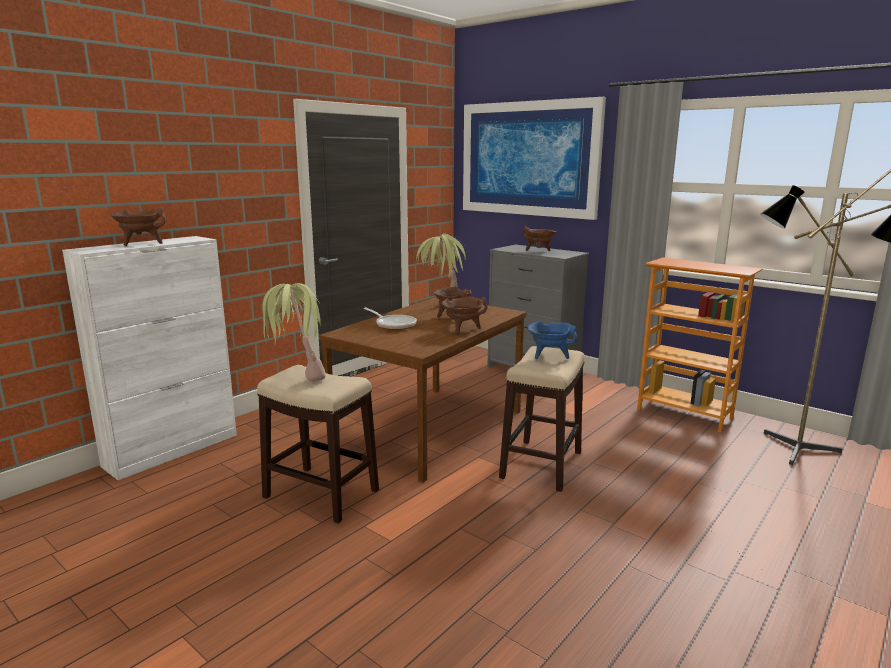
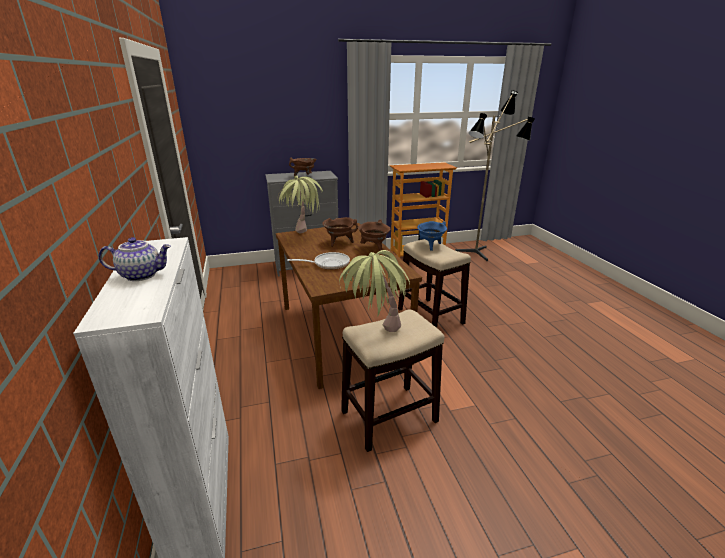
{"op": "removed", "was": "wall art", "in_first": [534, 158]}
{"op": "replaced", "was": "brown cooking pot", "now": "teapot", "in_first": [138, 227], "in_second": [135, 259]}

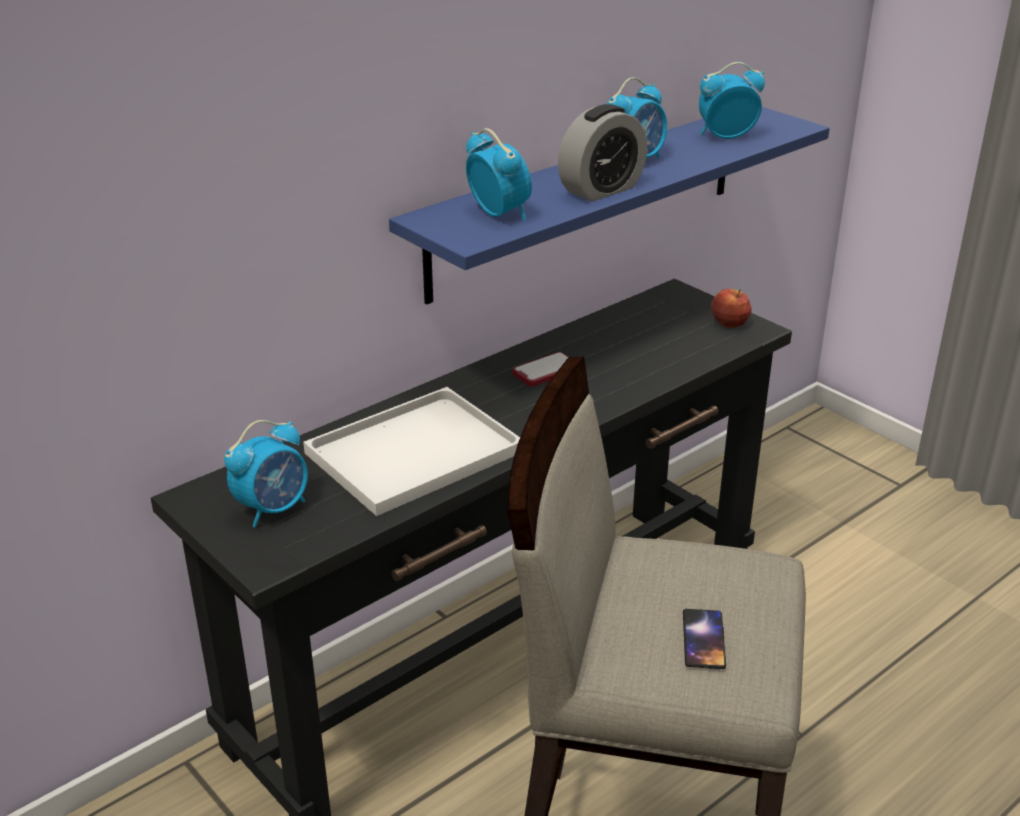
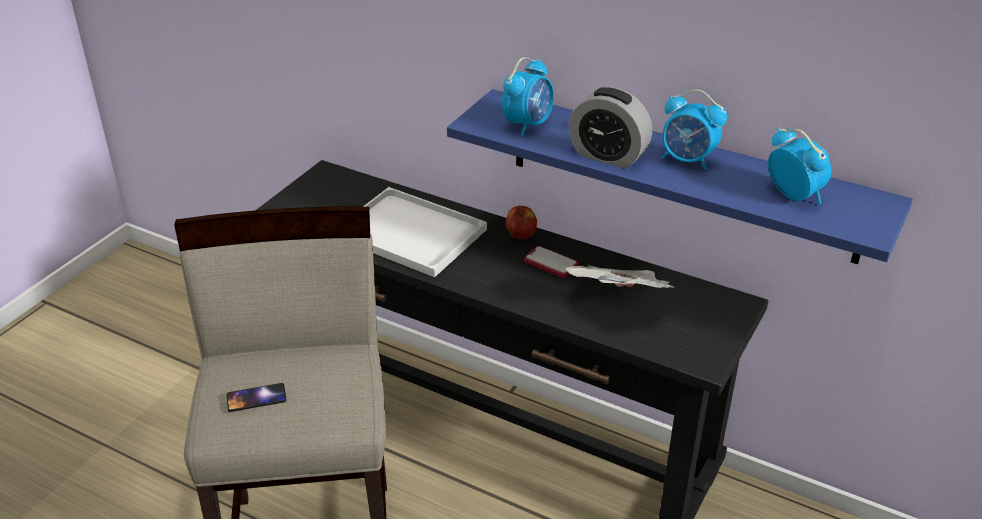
{"op": "removed", "was": "alarm clock", "in_first": [266, 474]}
{"op": "added", "now": "daily paper", "in_second": [620, 276]}
{"op": "moved", "was": "apple fruit", "in_first": [731, 308], "in_second": [521, 222]}

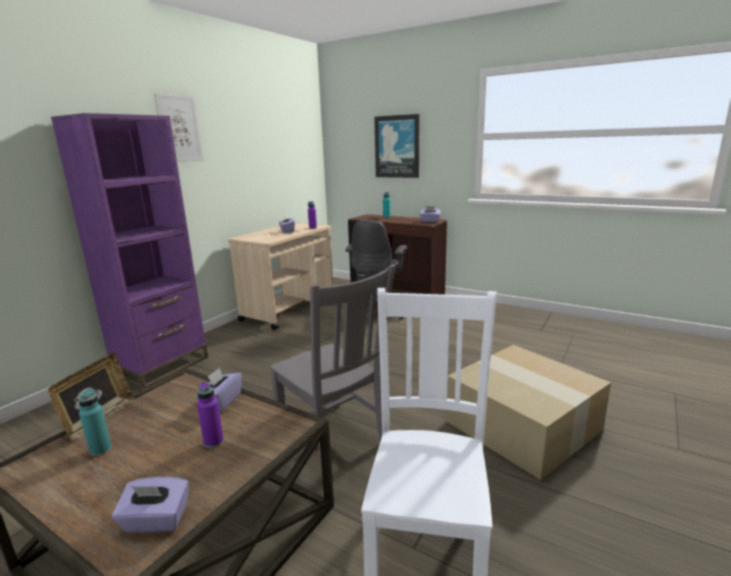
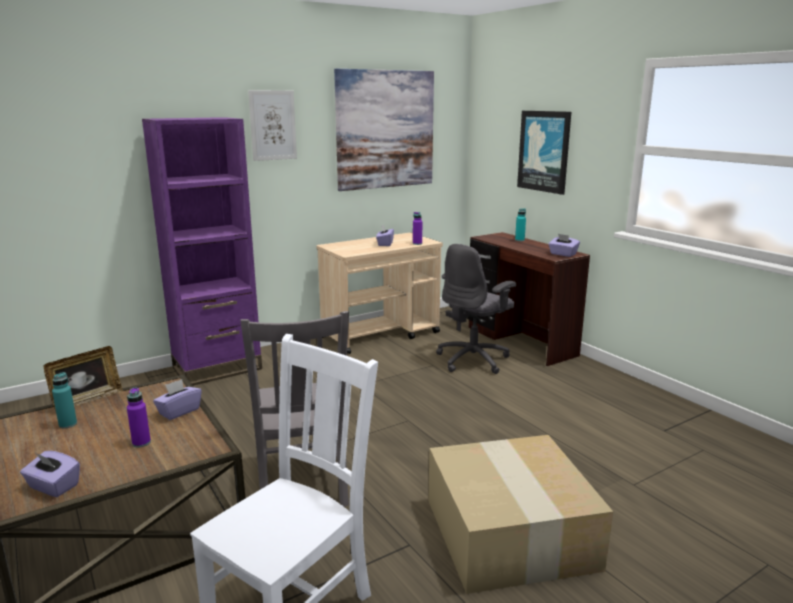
{"op": "added", "now": "wall art", "in_second": [384, 130]}

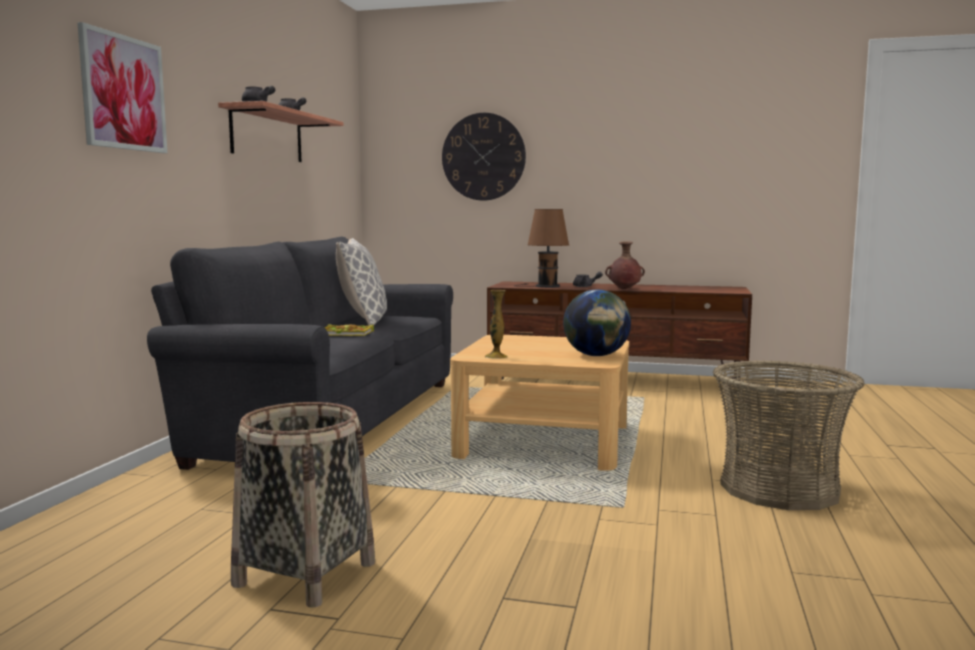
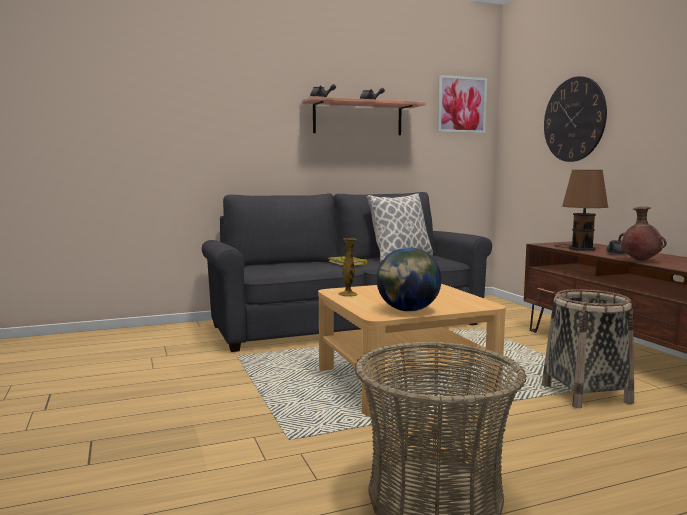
{"op": "moved", "was": "wall art", "in_first": [122, 87], "in_second": [462, 104]}
{"op": "moved", "was": "basket", "in_first": [303, 504], "in_second": [588, 348]}

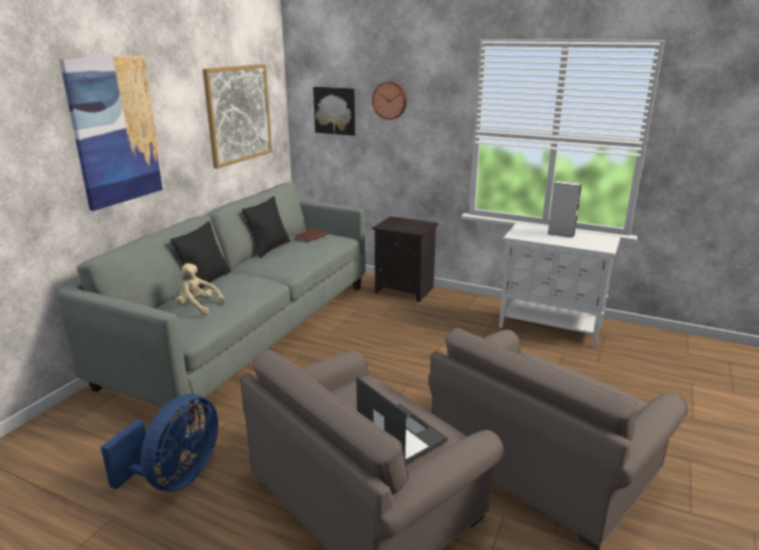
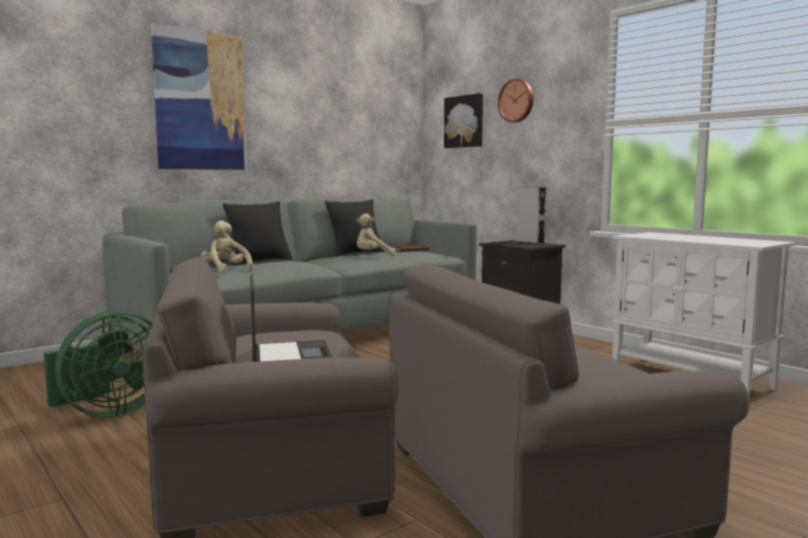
{"op": "removed", "was": "wall art", "in_first": [237, 116]}
{"op": "added", "now": "sand-coloured plush toy", "in_second": [375, 234]}
{"op": "moved", "was": "gray audio speaker", "in_first": [564, 209], "in_second": [532, 215]}
{"op": "recoloured", "was": "blue fan", "now": "greenish fan", "in_first": [159, 442], "in_second": [98, 364]}

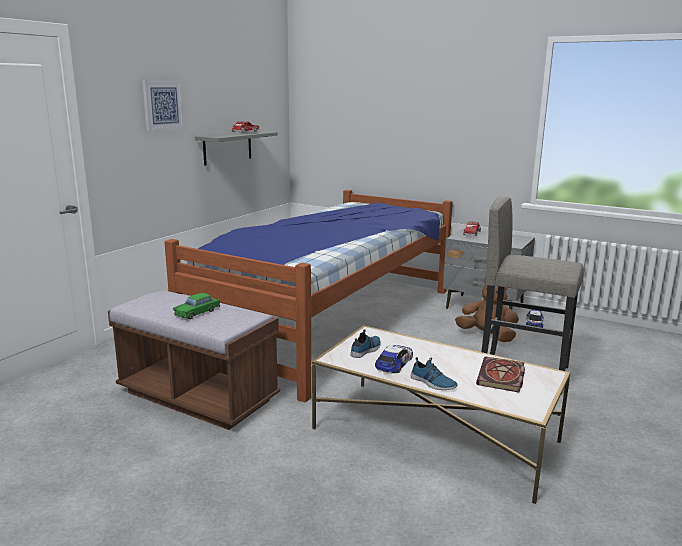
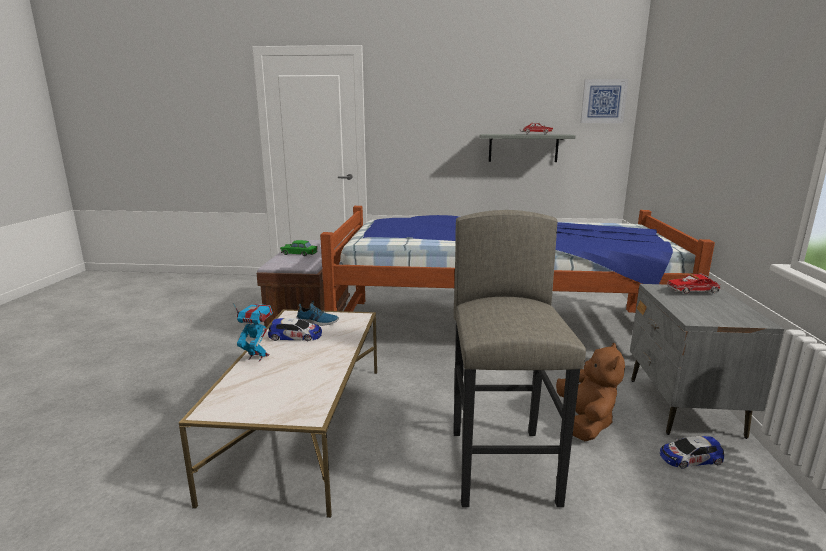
{"op": "removed", "was": "bound book", "in_first": [500, 374]}
{"op": "moved", "was": "wall art", "in_first": [163, 105], "in_second": [604, 101]}
{"op": "replaced", "was": "low shoe", "now": "toy robot", "in_first": [434, 373], "in_second": [253, 332]}

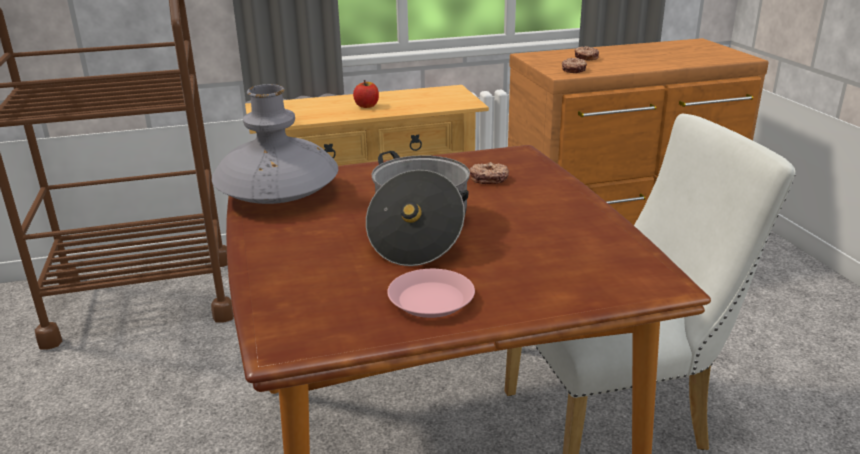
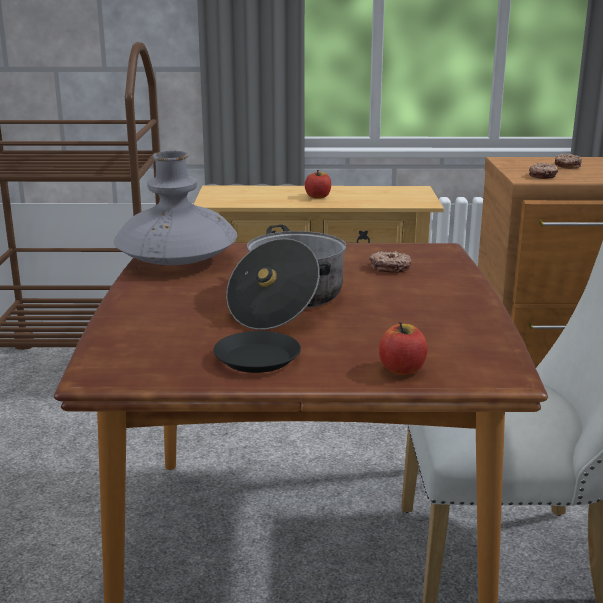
{"op": "added", "now": "apple fruit", "in_second": [403, 348]}
{"op": "recoloured", "was": "pinkish flat dish", "now": "black-coloured flat dish", "in_first": [431, 293], "in_second": [257, 352]}

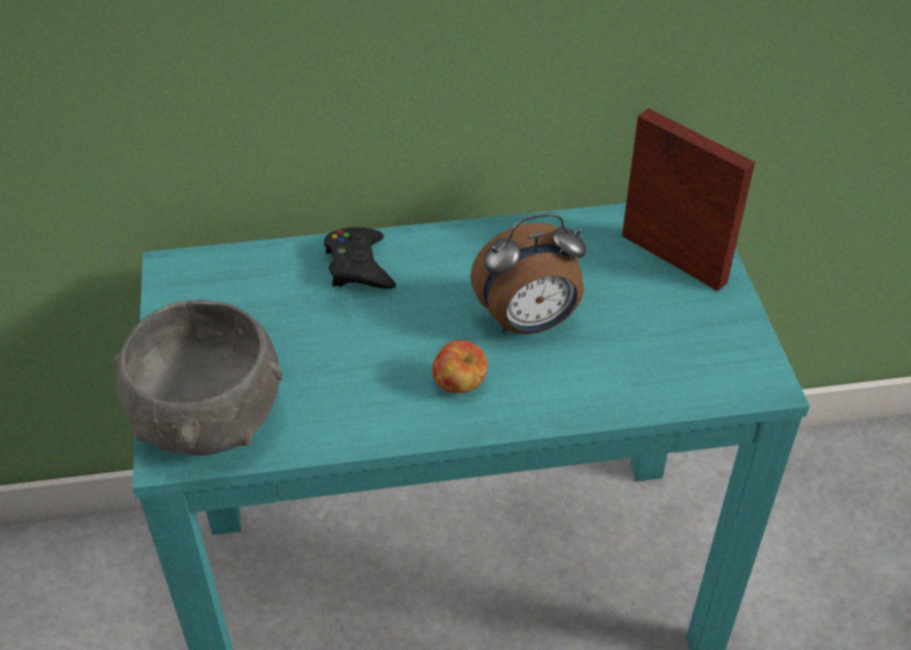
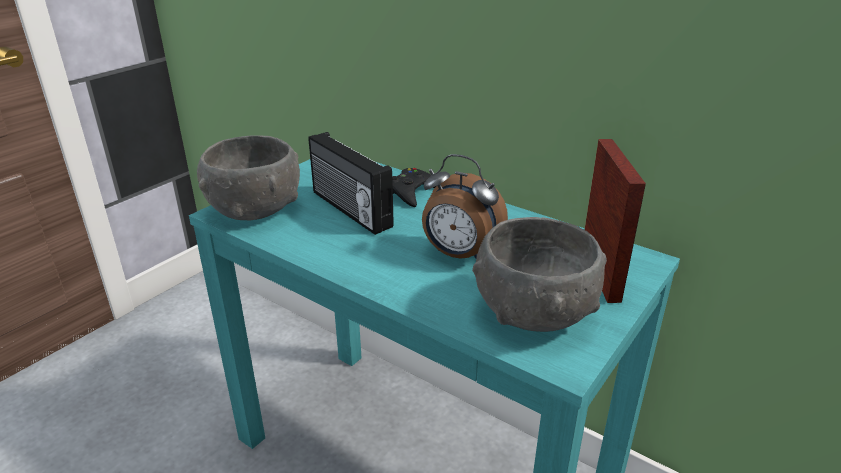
{"op": "removed", "was": "apple fruit", "in_first": [460, 366]}
{"op": "added", "now": "radio", "in_second": [351, 183]}
{"op": "added", "now": "gray bowl", "in_second": [539, 274]}

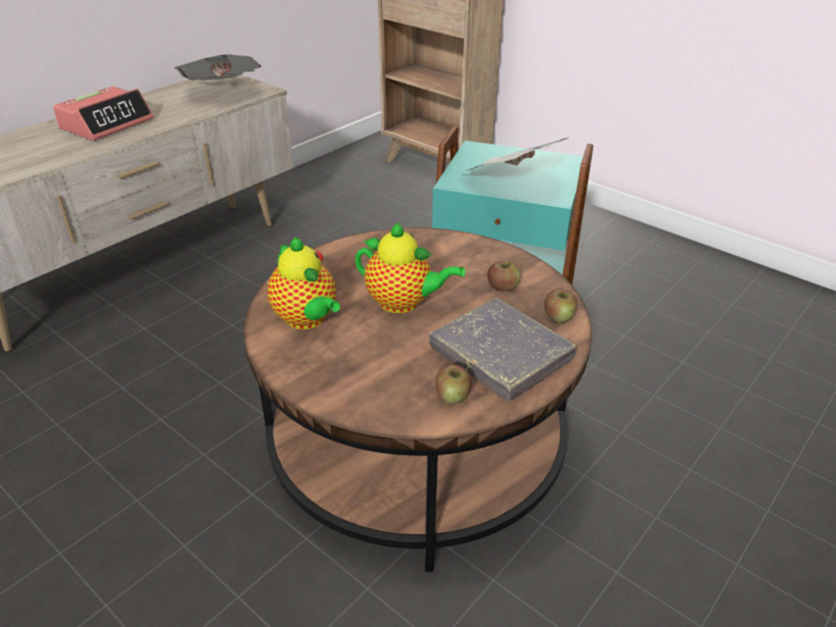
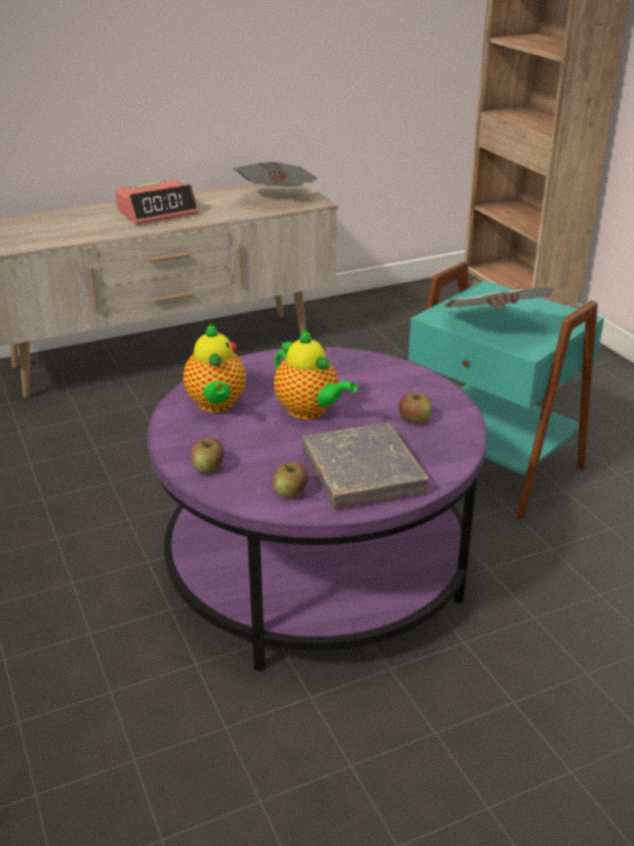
{"op": "moved", "was": "apple fruit", "in_first": [561, 306], "in_second": [207, 455]}
{"op": "recoloured", "was": "brown lounge table", "now": "purplish lounge table", "in_first": [417, 400], "in_second": [317, 508]}

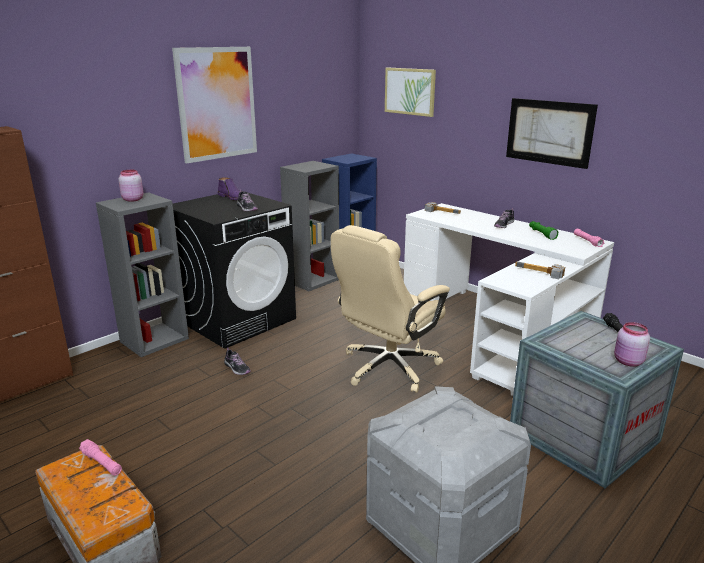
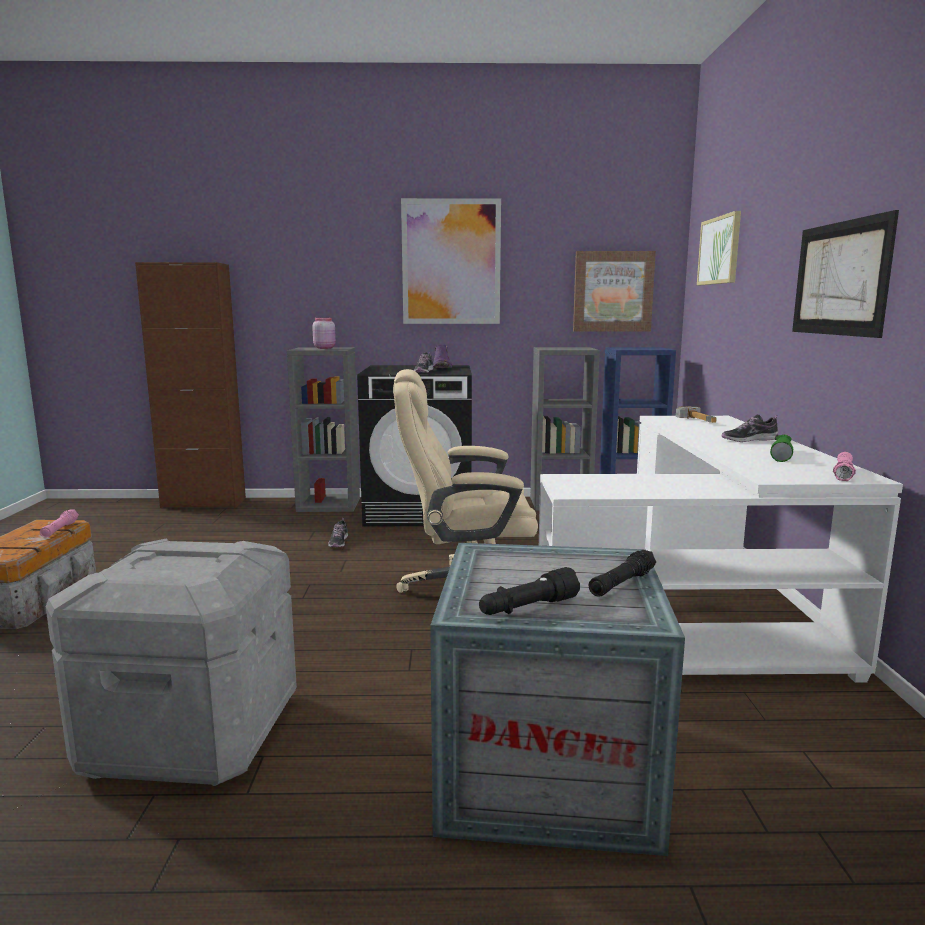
{"op": "removed", "was": "hand hammer", "in_first": [540, 270]}
{"op": "added", "now": "wall art", "in_second": [614, 291]}
{"op": "replaced", "was": "pinkish preserve jar", "now": "black-coloured hand torch", "in_first": [632, 344], "in_second": [529, 591]}

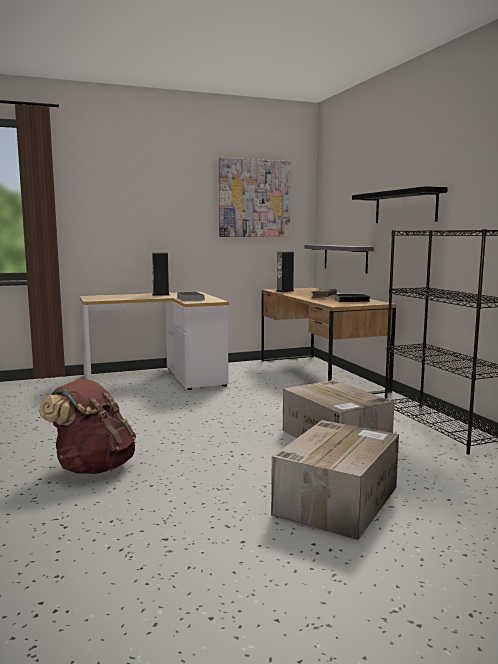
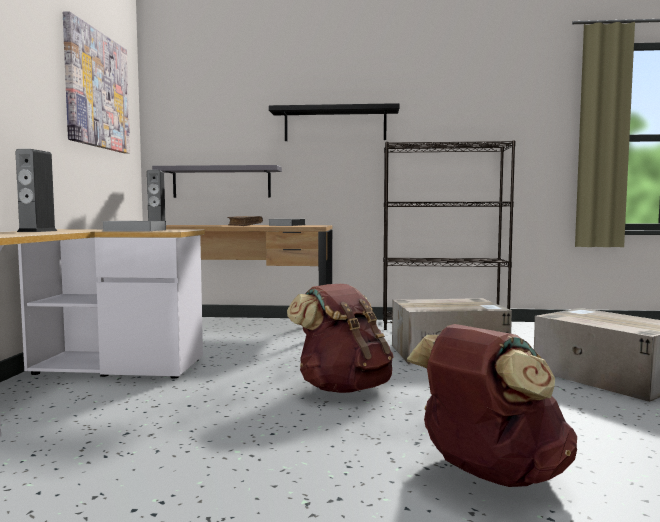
{"op": "added", "now": "brown rucksack", "in_second": [340, 338]}

